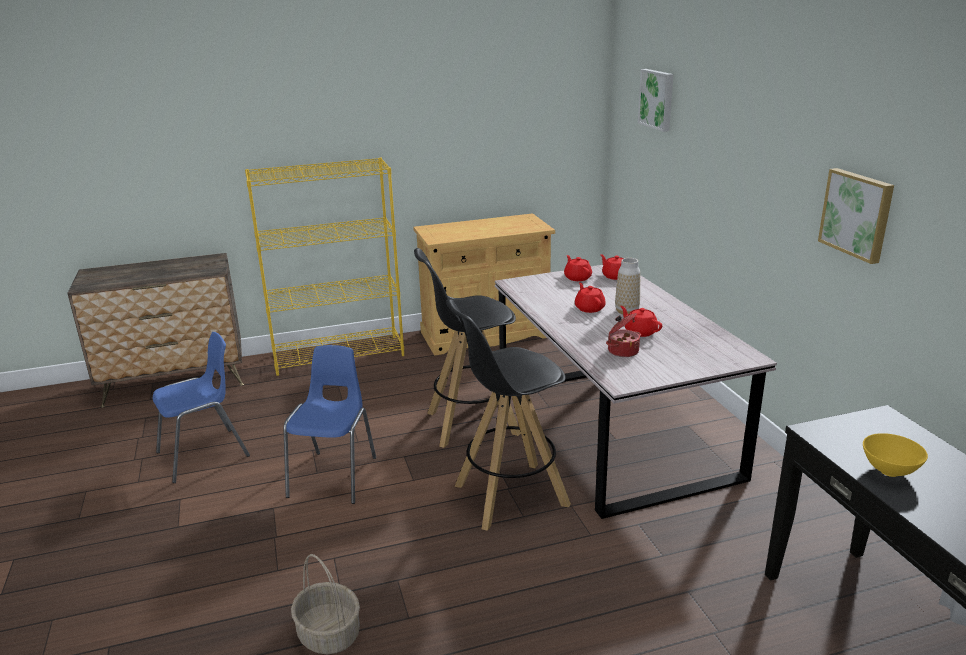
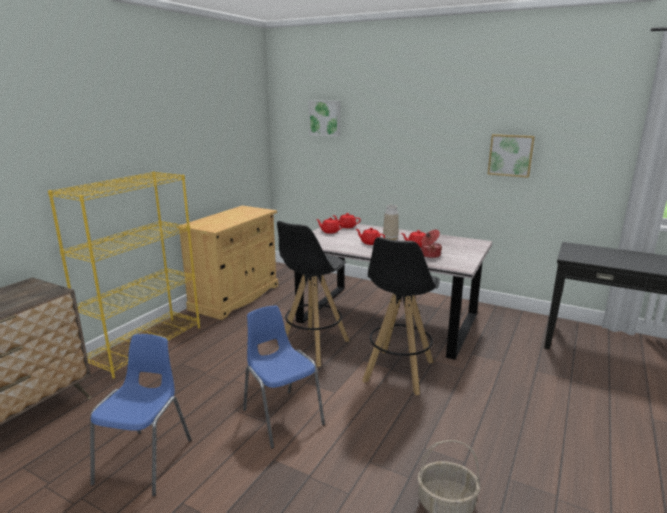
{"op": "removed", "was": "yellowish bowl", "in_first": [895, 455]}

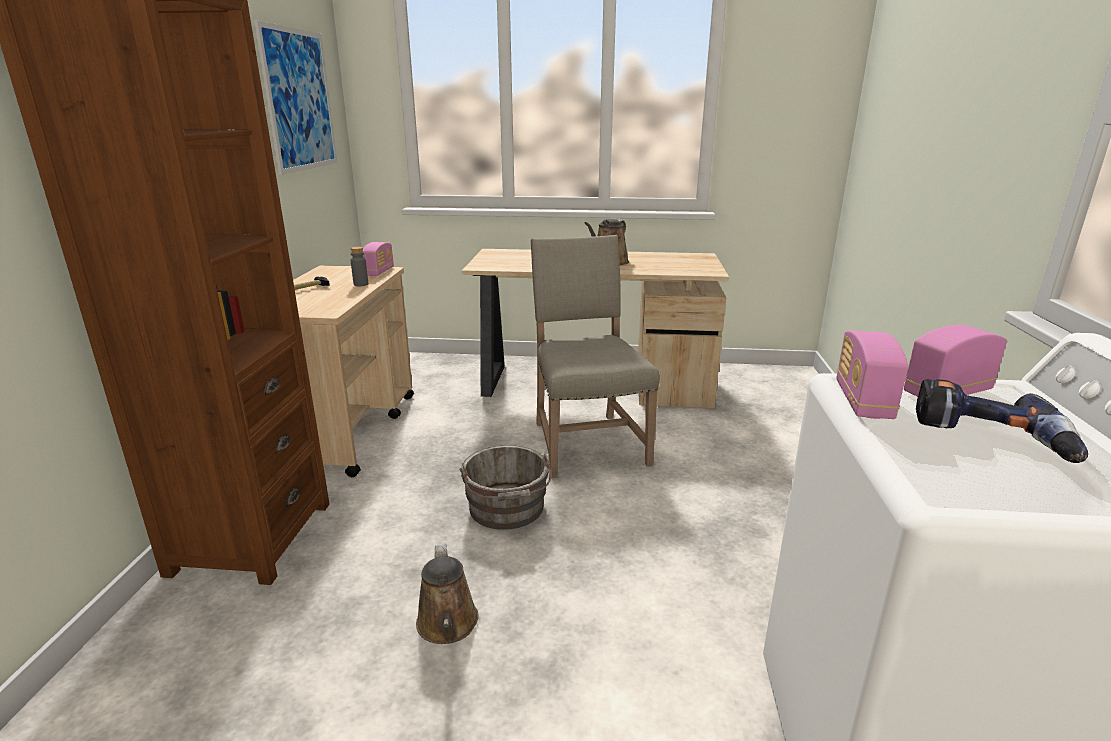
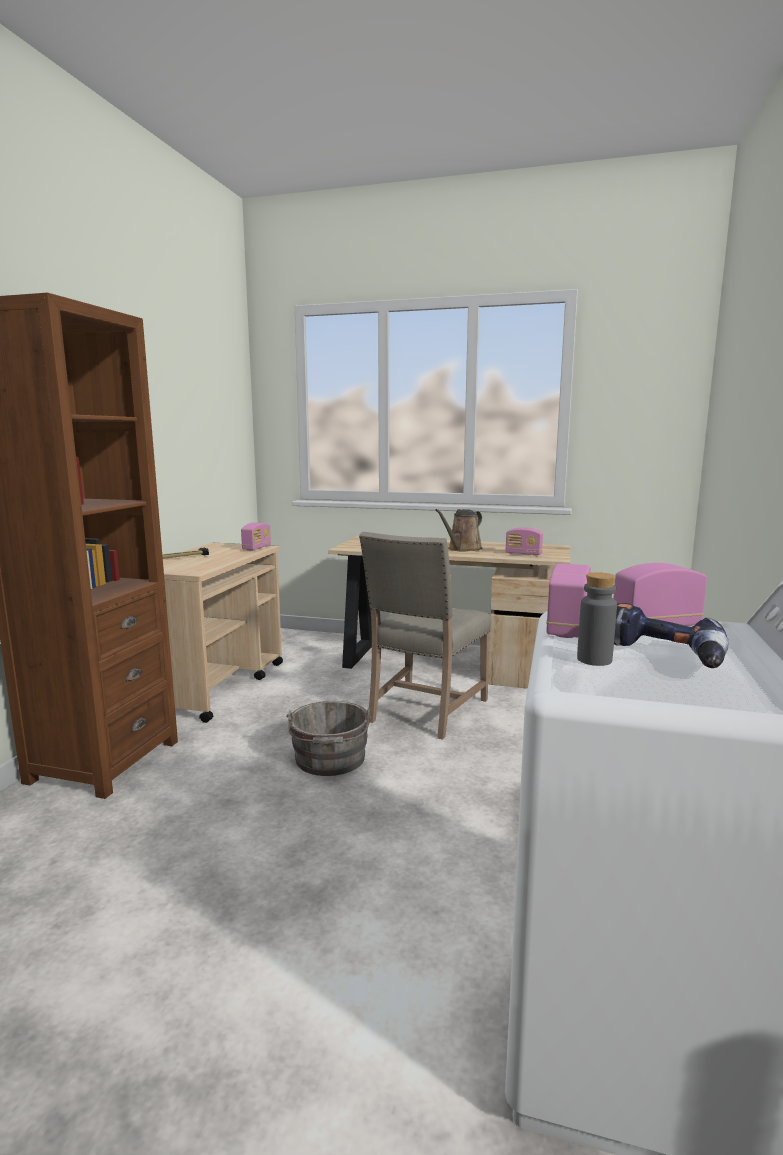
{"op": "removed", "was": "wall art", "in_first": [296, 97]}
{"op": "removed", "was": "brown sprinkling can", "in_first": [447, 594]}
{"op": "added", "now": "radio", "in_second": [524, 541]}
{"op": "moved", "was": "gray drink bottle", "in_first": [359, 266], "in_second": [597, 619]}
{"op": "turned", "was": "sand-coloured chair", "in_first": [595, 356], "in_second": [425, 636], "clockwise": -150}

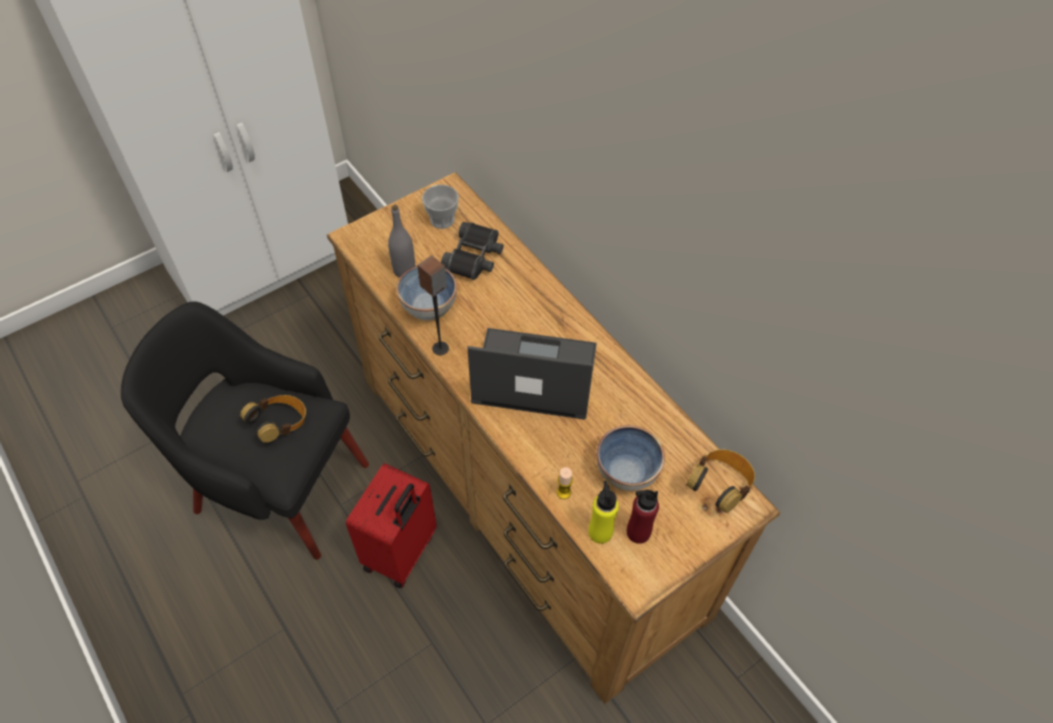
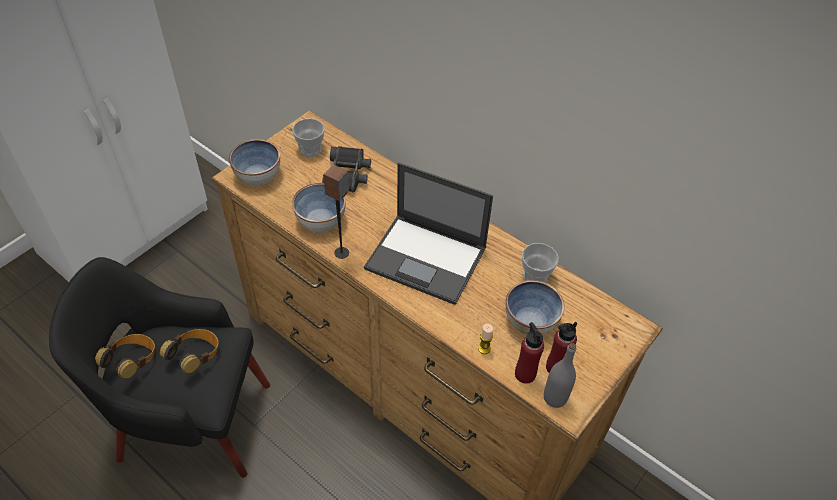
{"op": "removed", "was": "reddish piece of luggage", "in_first": [391, 525]}
{"op": "added", "now": "bowl", "in_second": [254, 162]}
{"op": "added", "now": "small cup", "in_second": [540, 263]}
{"op": "moved", "was": "gray drink bottle", "in_first": [401, 241], "in_second": [560, 375]}
{"op": "moved", "was": "headphones", "in_first": [720, 481], "in_second": [125, 356]}
{"op": "recoloured", "was": "yellowish drink bottle", "now": "reddish drink bottle", "in_first": [604, 512], "in_second": [529, 353]}
{"op": "turned", "was": "laptop", "in_first": [532, 374], "in_second": [428, 233], "clockwise": -150}

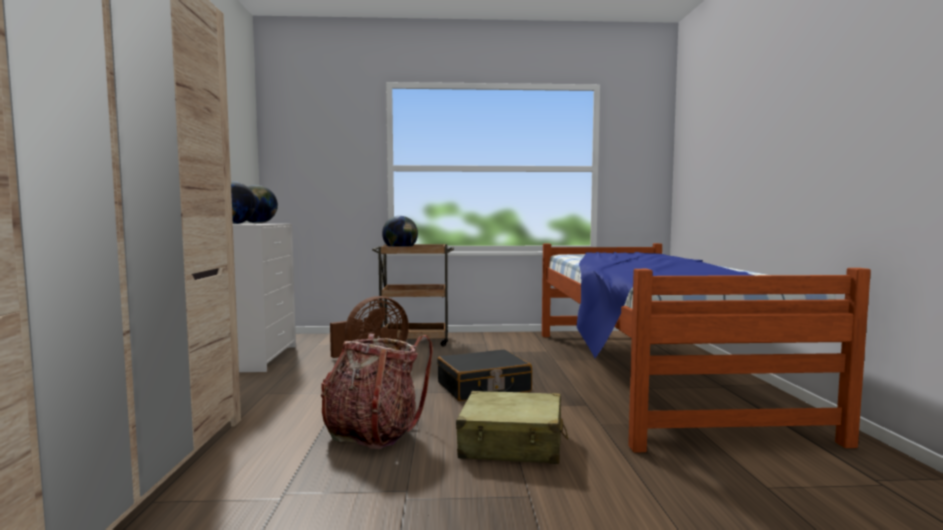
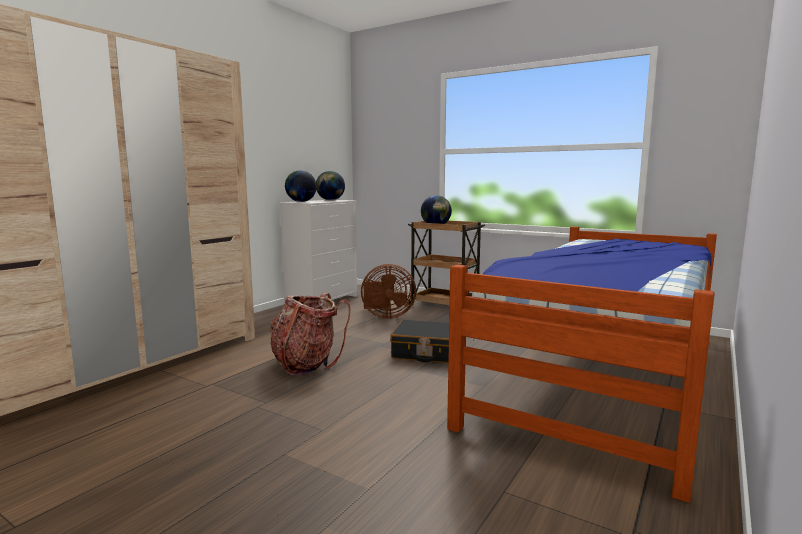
{"op": "removed", "was": "sand-coloured piece of luggage", "in_first": [512, 427]}

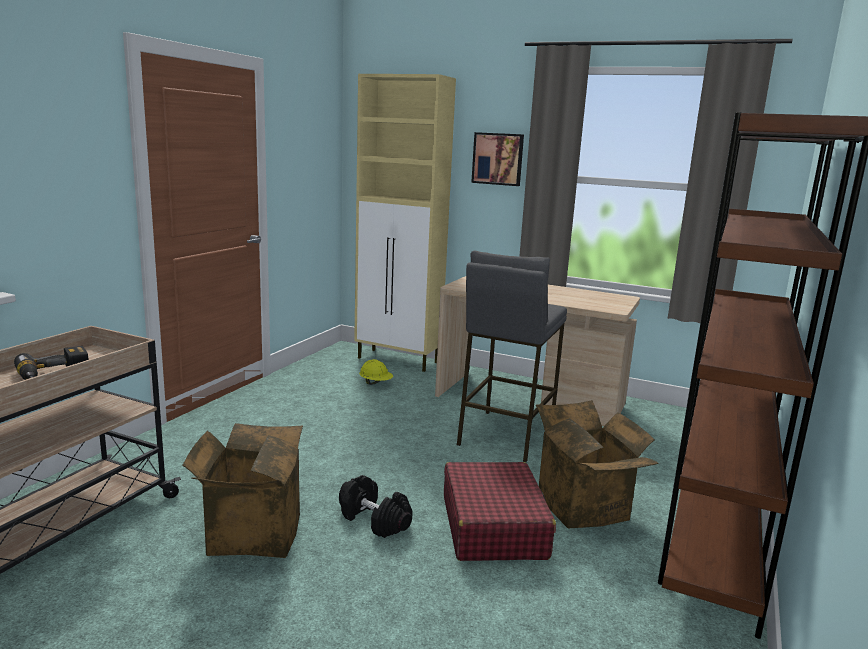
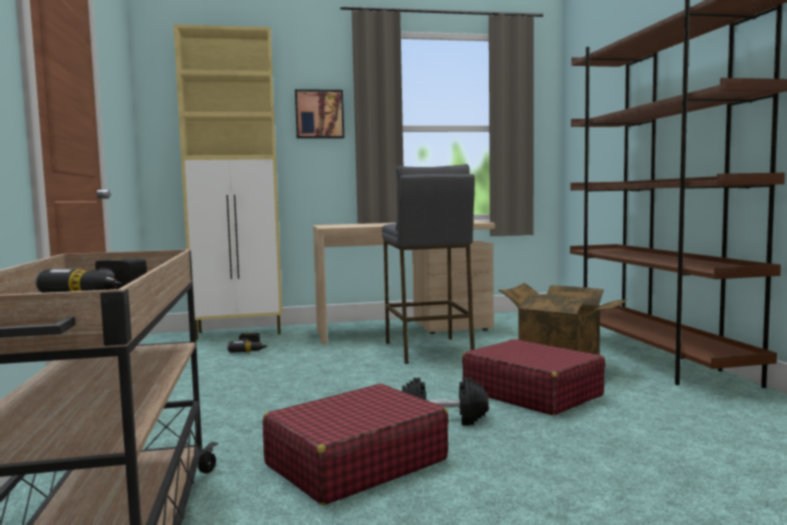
{"op": "replaced", "was": "cardboard box", "now": "reddish piece of luggage", "in_first": [242, 490], "in_second": [356, 444]}
{"op": "replaced", "was": "yellowish safety helmet", "now": "electric drill", "in_first": [376, 372], "in_second": [247, 342]}

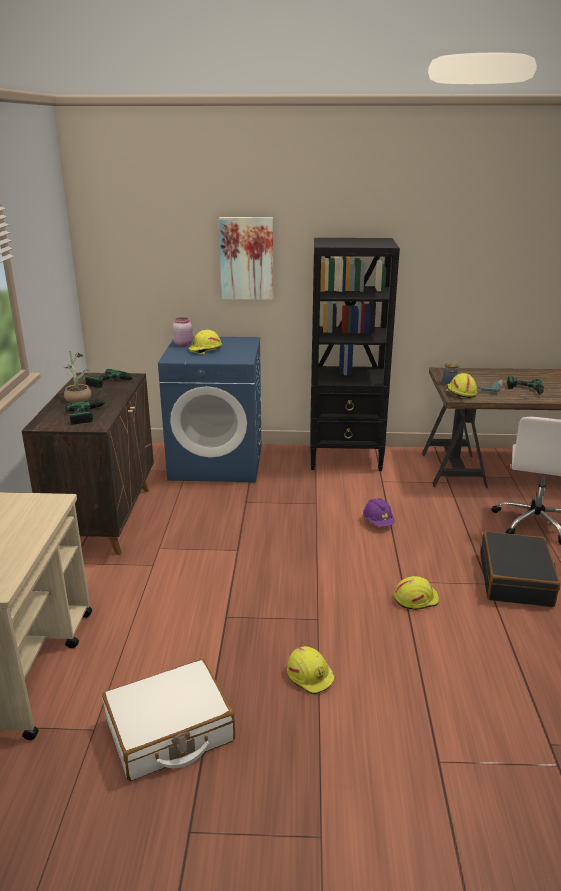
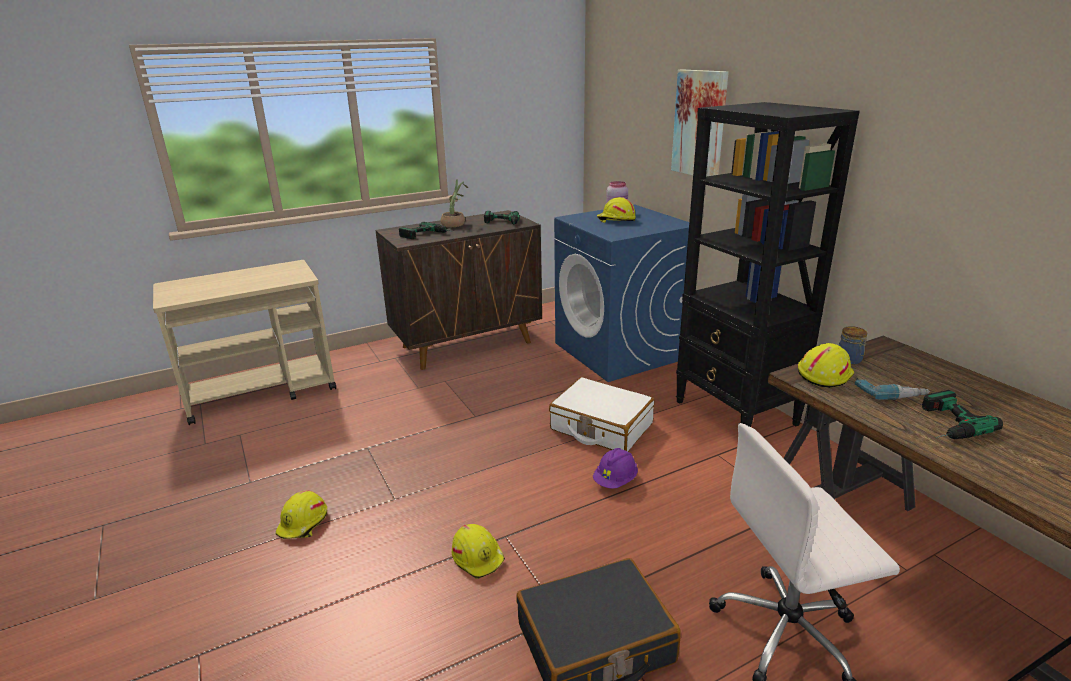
{"op": "moved", "was": "white-coloured piece of luggage", "in_first": [168, 720], "in_second": [601, 414]}

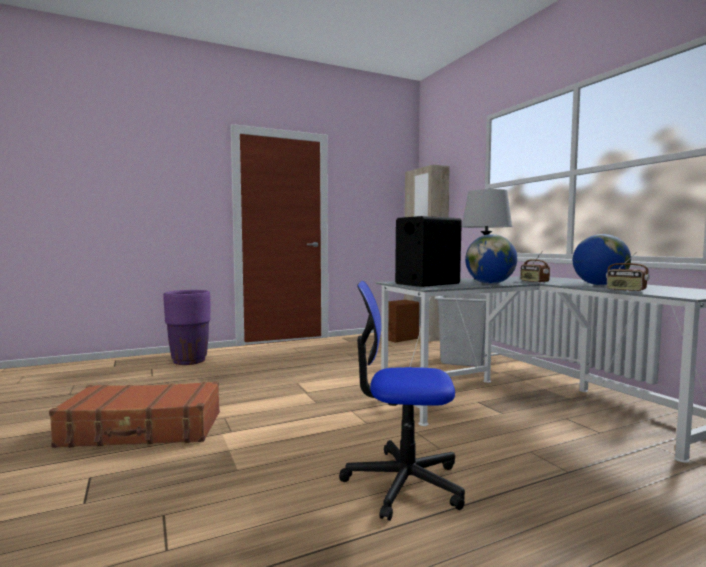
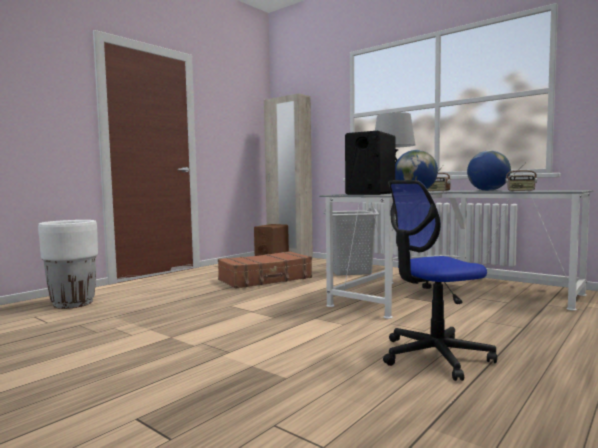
{"op": "moved", "was": "brown piece of luggage", "in_first": [134, 414], "in_second": [265, 270]}
{"op": "recoloured", "was": "purplish plant pot", "now": "white-coloured plant pot", "in_first": [187, 327], "in_second": [68, 264]}

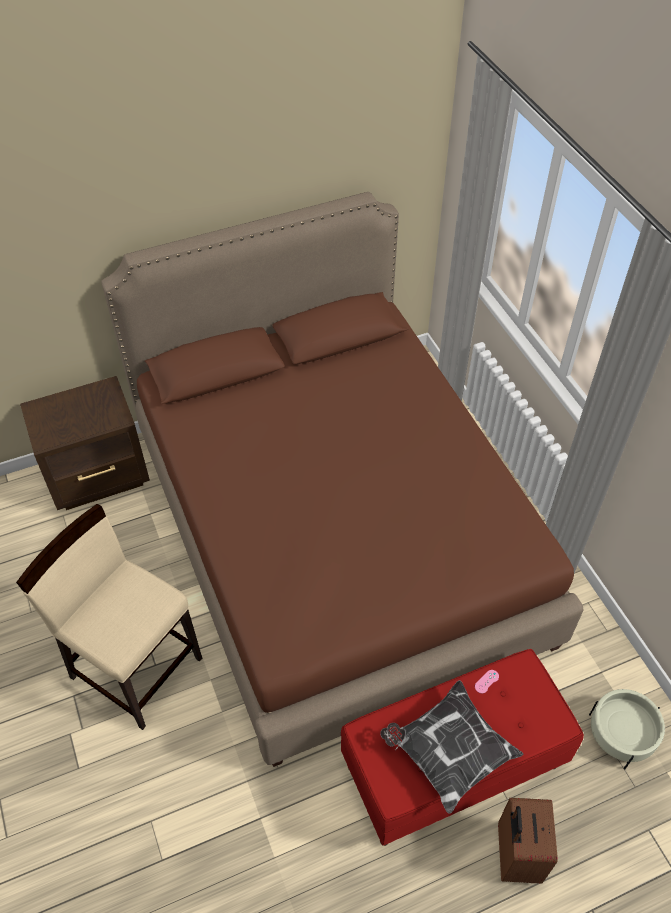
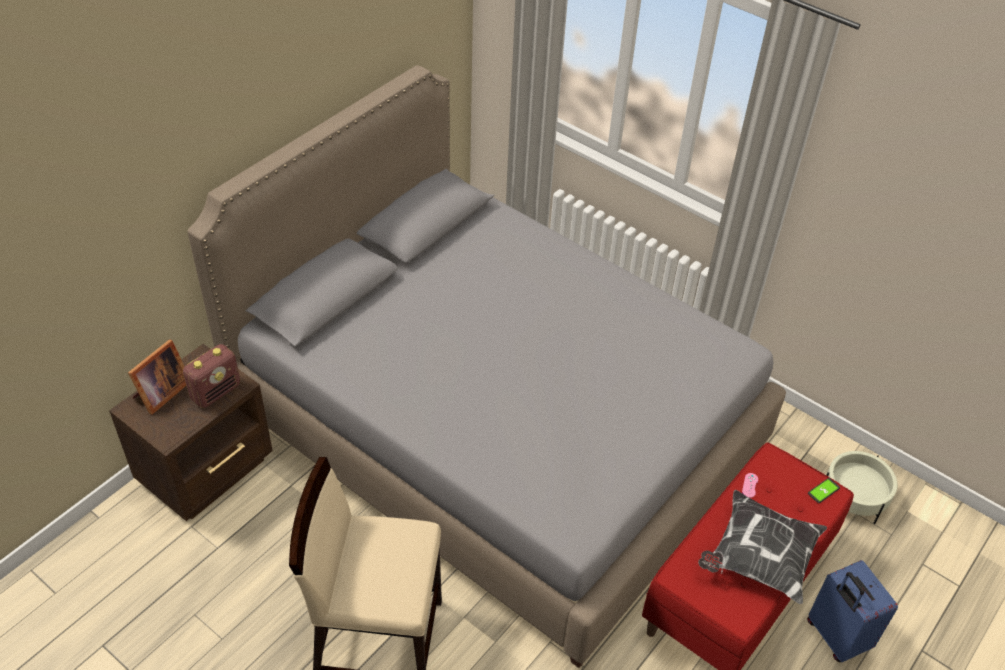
{"op": "added", "now": "standing frame", "in_second": [157, 377]}
{"op": "added", "now": "radio", "in_second": [211, 376]}
{"op": "added", "now": "phone", "in_second": [824, 490]}
{"op": "recoloured", "was": "brown sleeping bed", "now": "gray sleeping bed", "in_first": [343, 479], "in_second": [486, 366]}
{"op": "recoloured", "was": "brown piece of luggage", "now": "blue piece of luggage", "in_first": [528, 841], "in_second": [852, 611]}

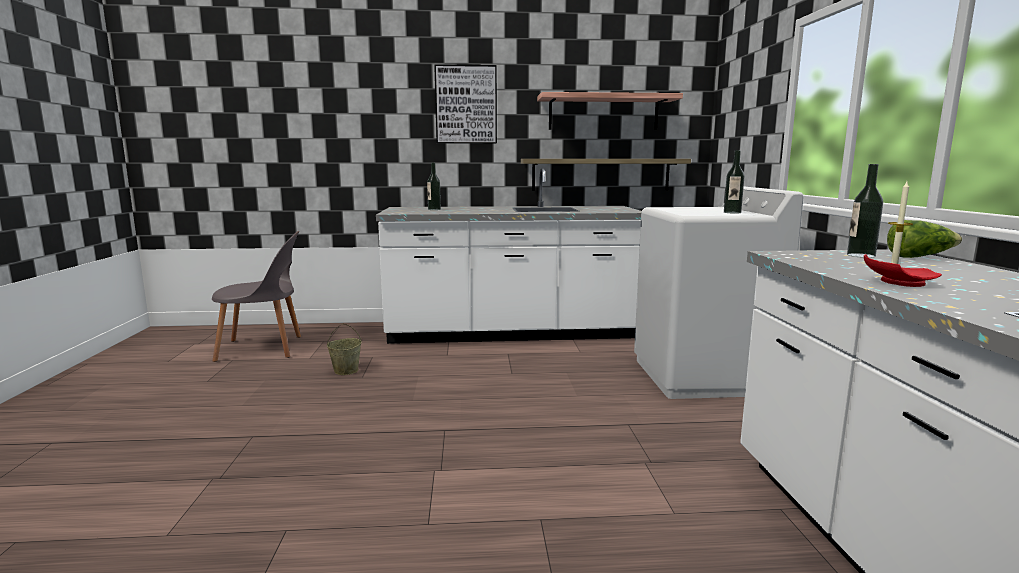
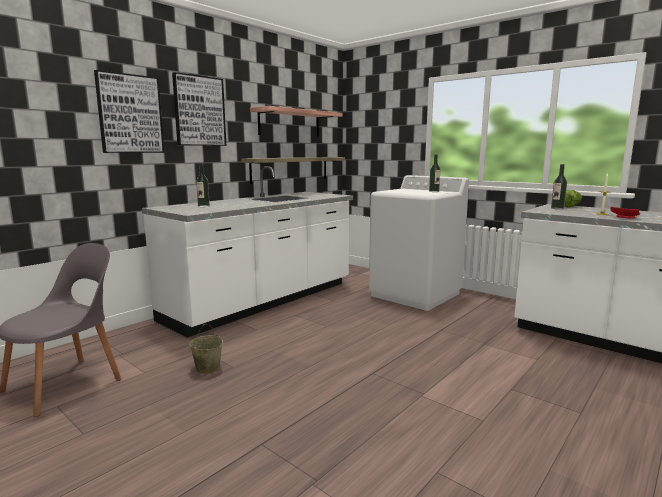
{"op": "added", "now": "wall art", "in_second": [129, 111]}

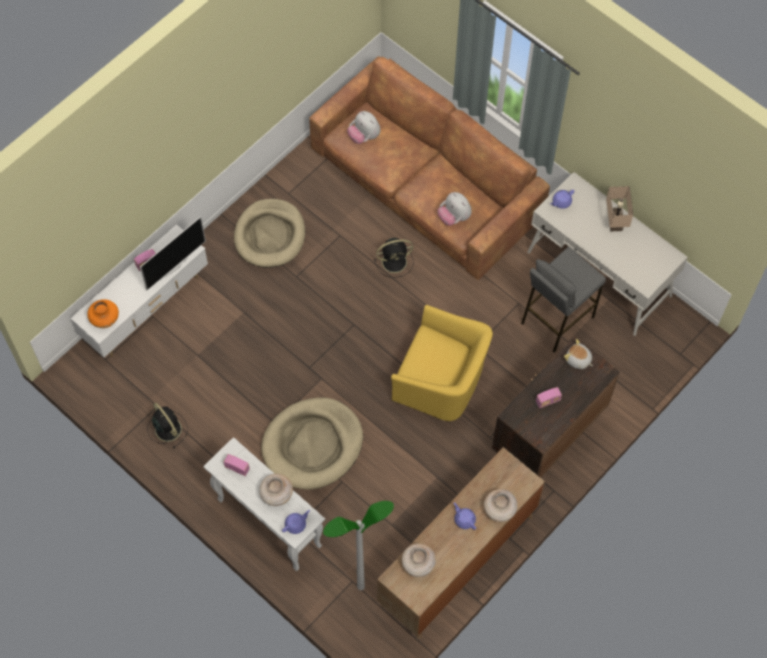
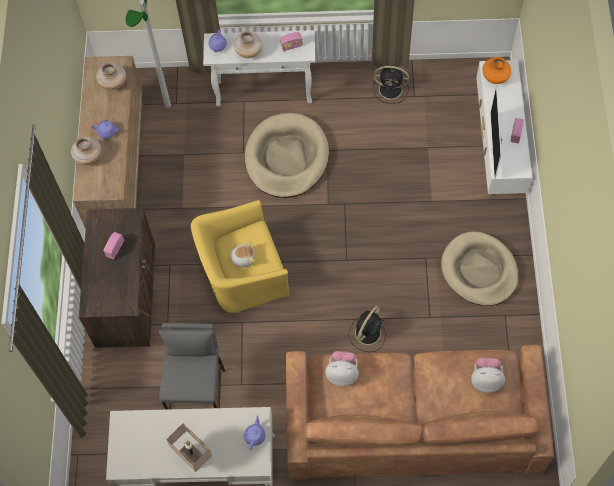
{"op": "moved", "was": "plush toy", "in_first": [578, 354], "in_second": [241, 254]}

